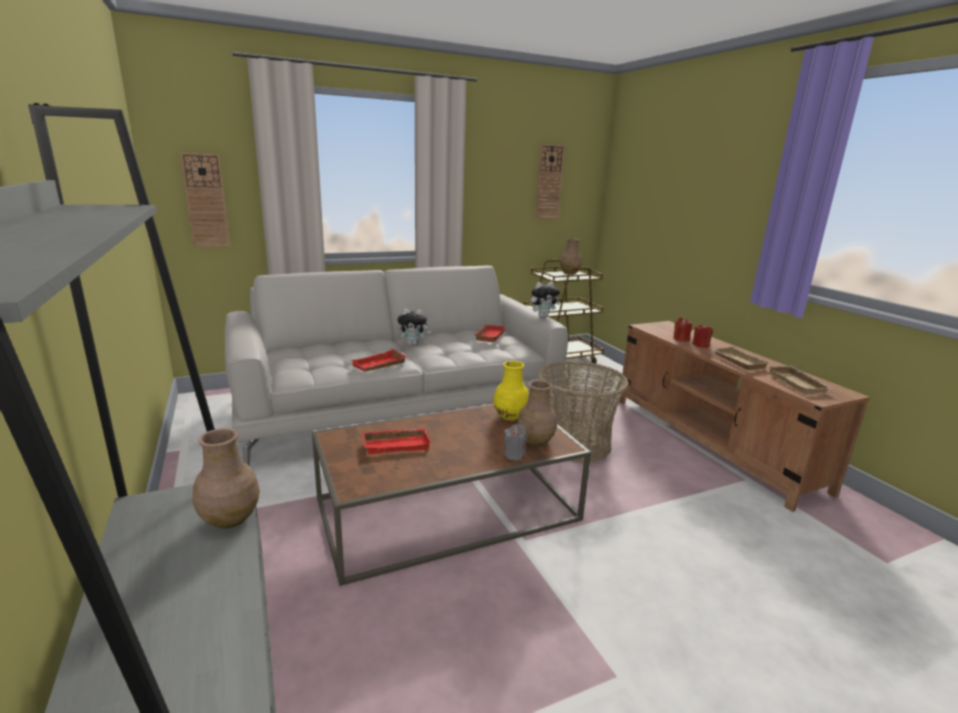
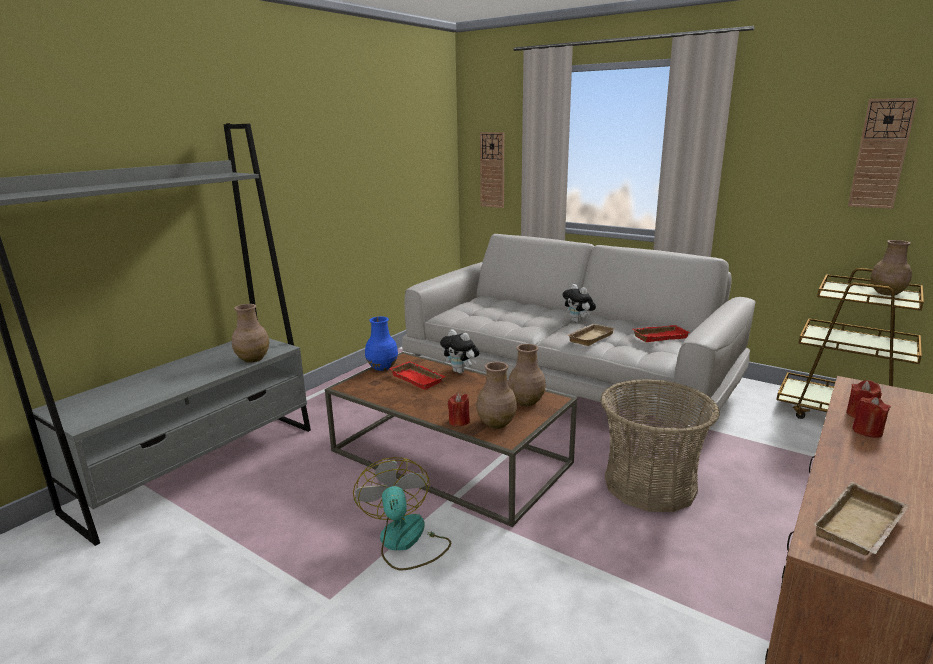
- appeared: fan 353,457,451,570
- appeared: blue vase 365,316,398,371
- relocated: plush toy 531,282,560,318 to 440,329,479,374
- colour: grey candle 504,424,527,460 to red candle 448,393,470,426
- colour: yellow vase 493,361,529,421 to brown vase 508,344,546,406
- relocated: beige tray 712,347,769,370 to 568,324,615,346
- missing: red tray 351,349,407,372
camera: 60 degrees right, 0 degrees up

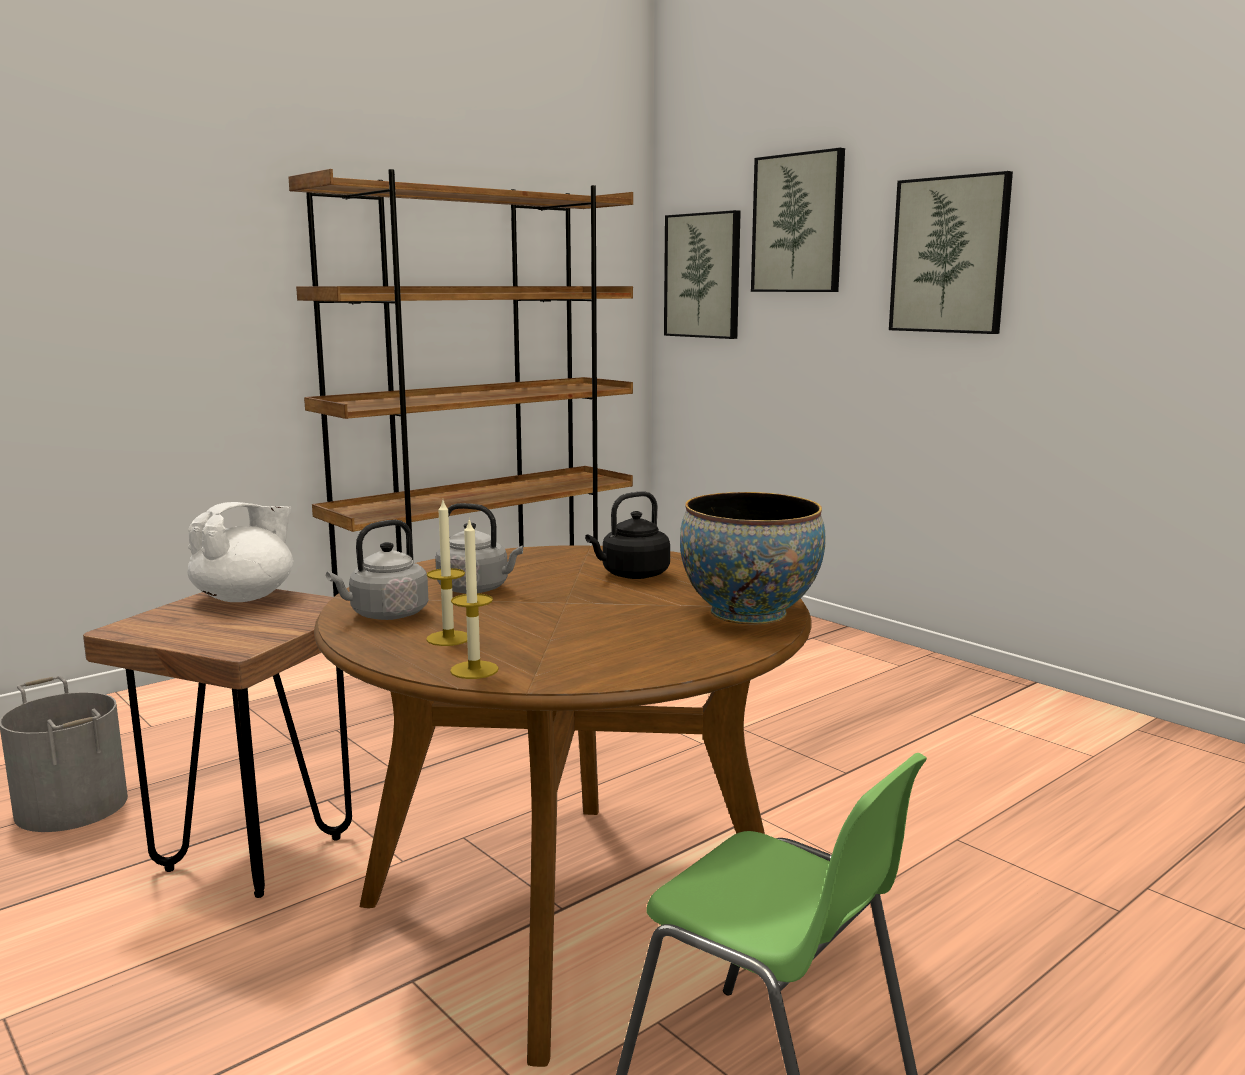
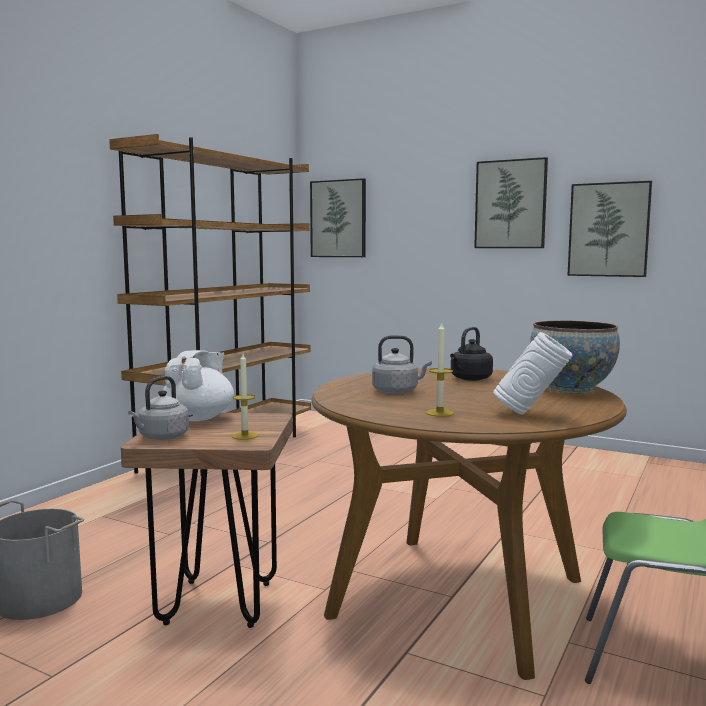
- relocated: grey kettle 326,520,428,620 to 128,376,189,440
- relocated: candle 450,520,499,679 to 232,354,258,440
- appeared: white vase 493,332,572,415
- relocated: picture 751,148,845,292 to 567,181,652,277
camera: 20 degrees left, 5 degrees down

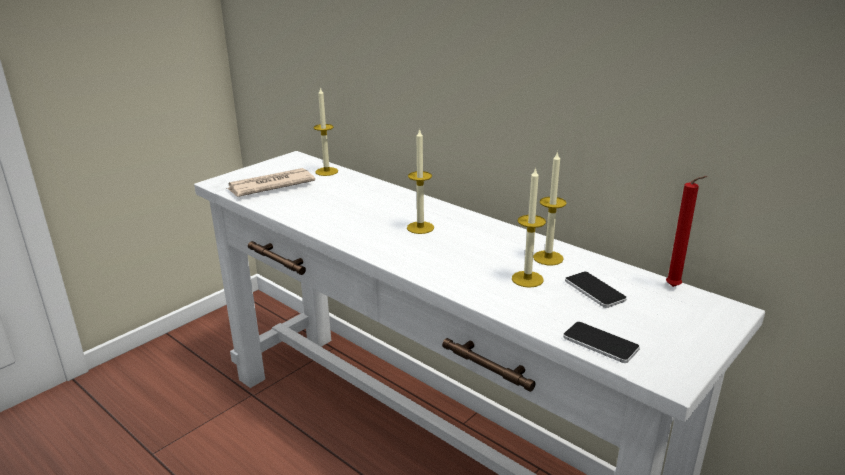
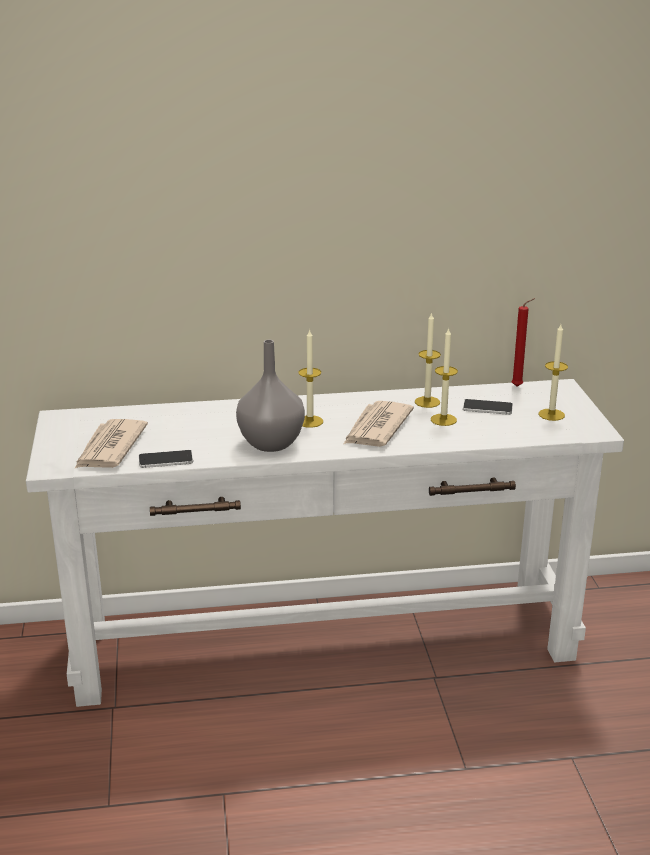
- relocated: phone 563,322,640,363 to 139,450,193,468
- appeared: grey vase 236,340,305,452
- appeared: newspaper 344,401,414,447
- relocated: candle 314,87,338,176 to 538,324,568,421
camera: 50 degrees left, 0 degrees up

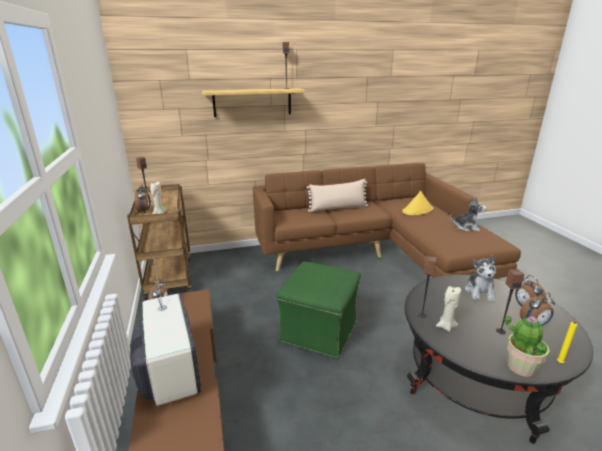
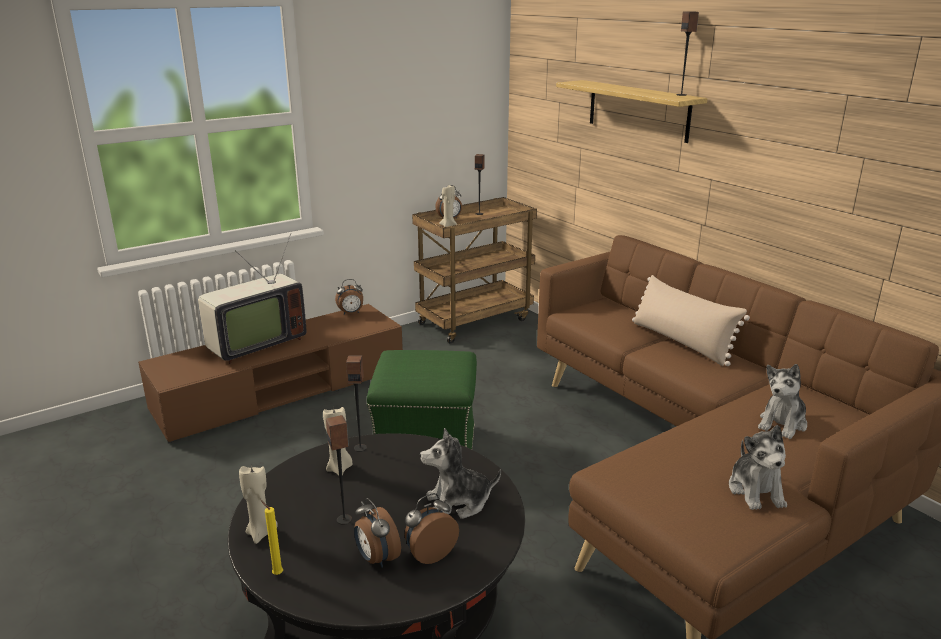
- exchanged: potted plant 504,315,549,377 to beige candle 239,466,278,544
- exchanged: yellow hat 402,191,433,215 to plush toy 758,364,807,439
camera: 70 degrees right, 0 degrees up

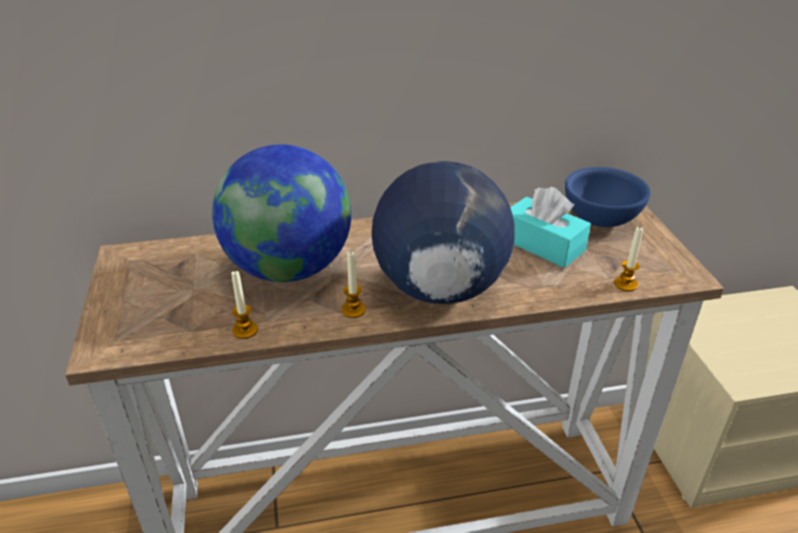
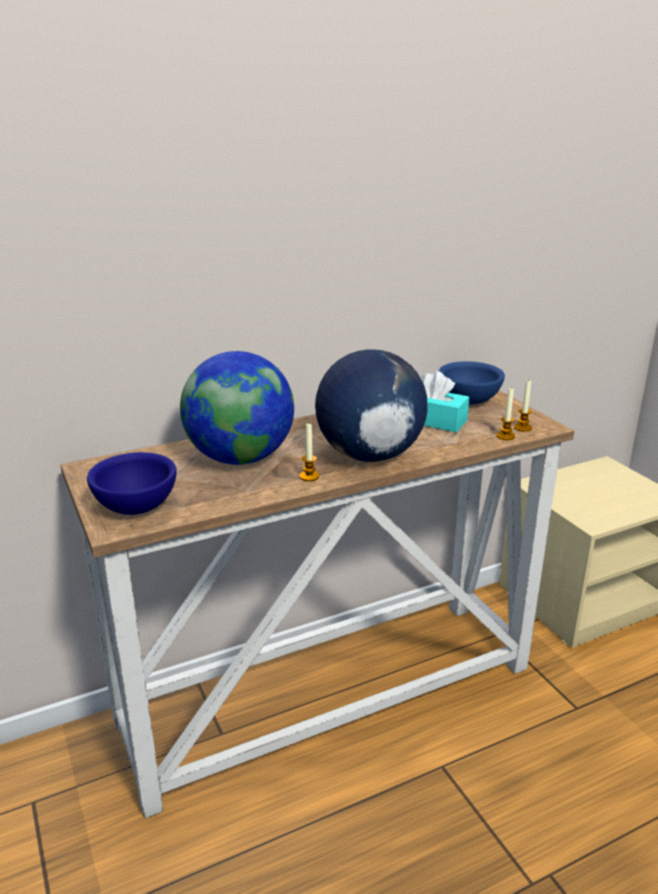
- appeared: blue bowl 87,452,177,515
- relocated: candle 231,270,258,339 to 514,380,532,432
camera: 15 degrees left, 10 degrees down

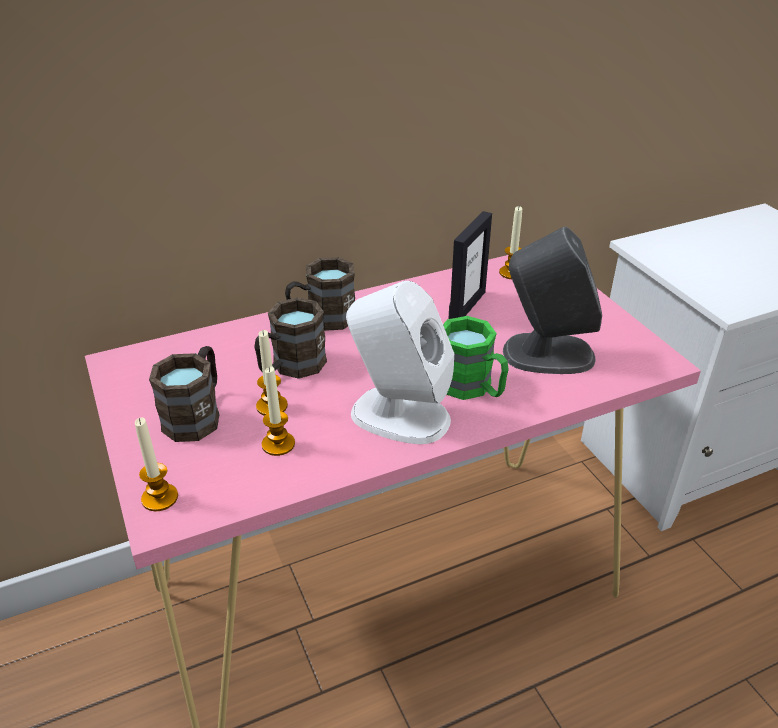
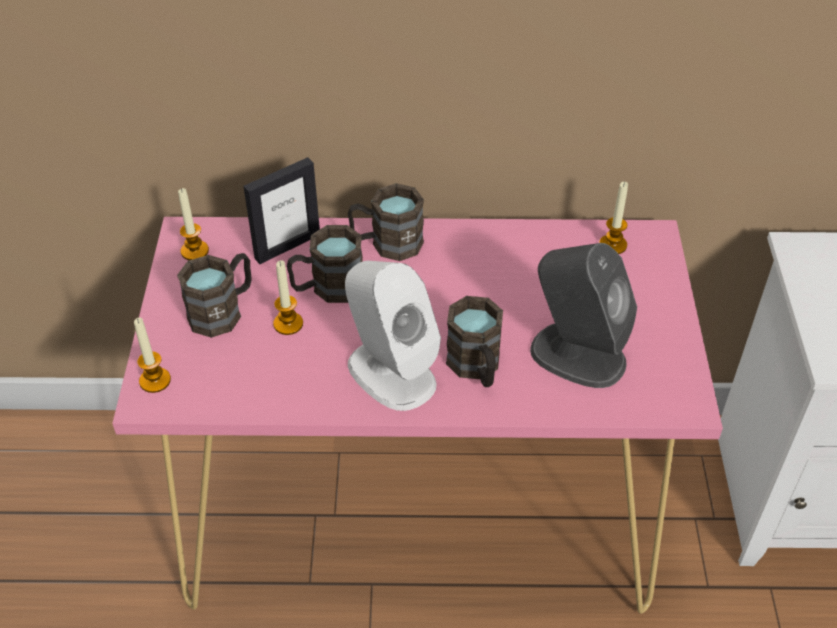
- relocated: candle 262,367,295,456 to 178,188,209,260
- relocated: picture frame 449,211,492,319 to 243,157,320,264
- colour: green mug 443,316,509,400 to brown mug 446,296,503,387
camera: 25 degrees right, 10 degrees up

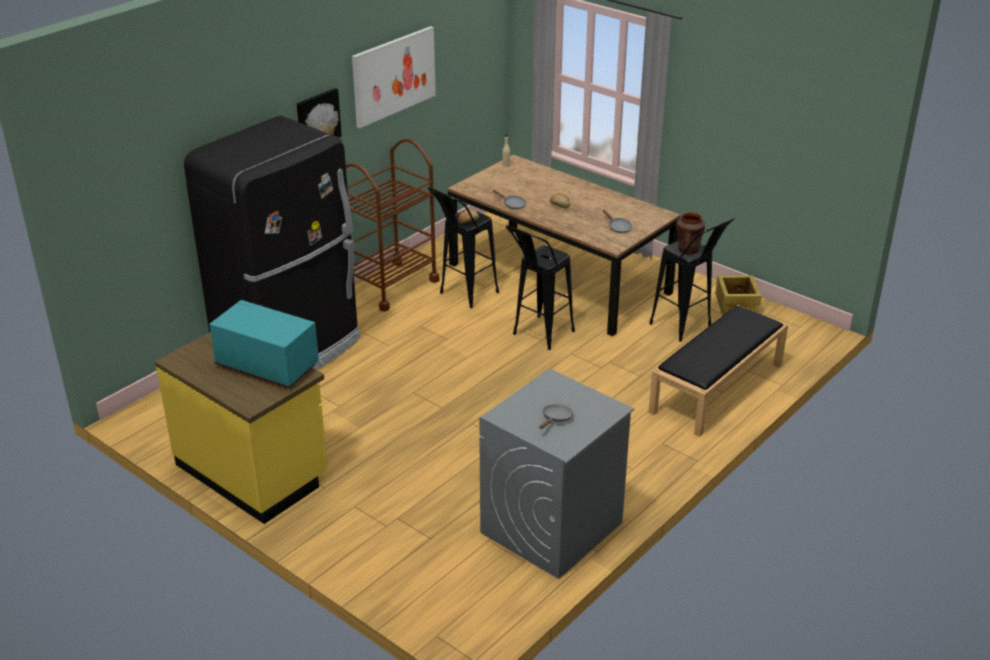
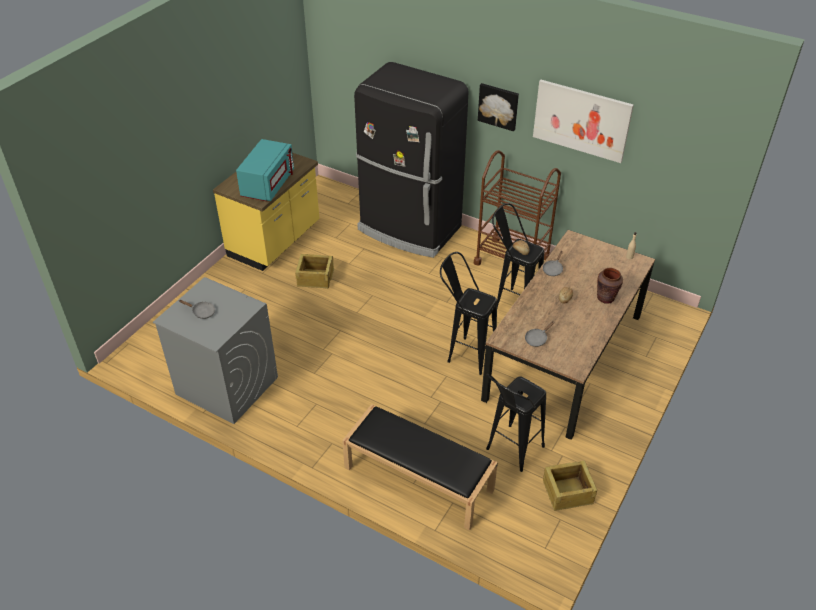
- appeared: crate 295,254,334,289
- relocated: brown vase 677,213,705,254 to 597,268,623,304
camera: 80 degrees right, 10 degrees up

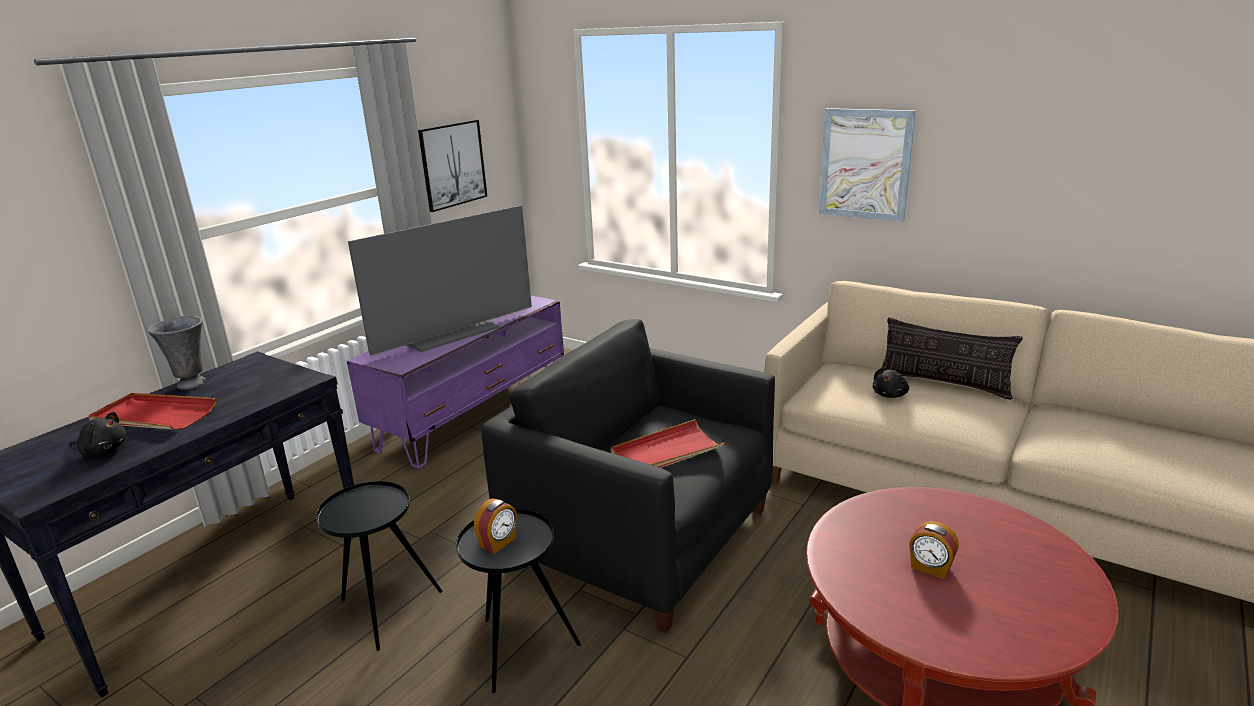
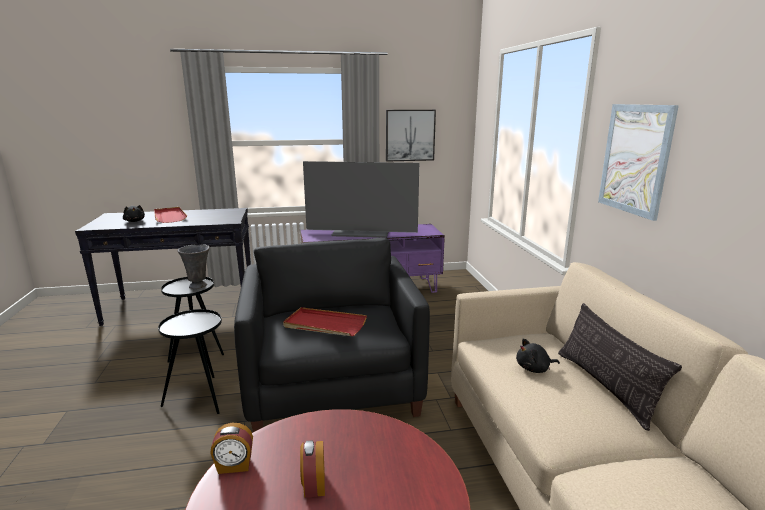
- relocated: grey vase 148,315,206,390 to 178,244,210,289
- relocated: alarm clock 474,499,517,554 to 210,423,253,474
camera: 45 degrees right, 5 degrees down

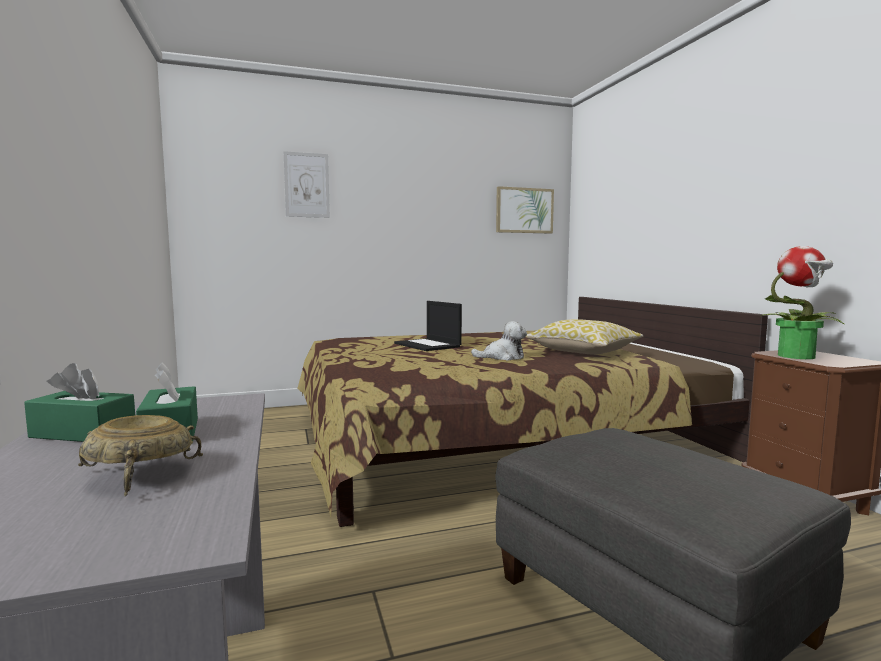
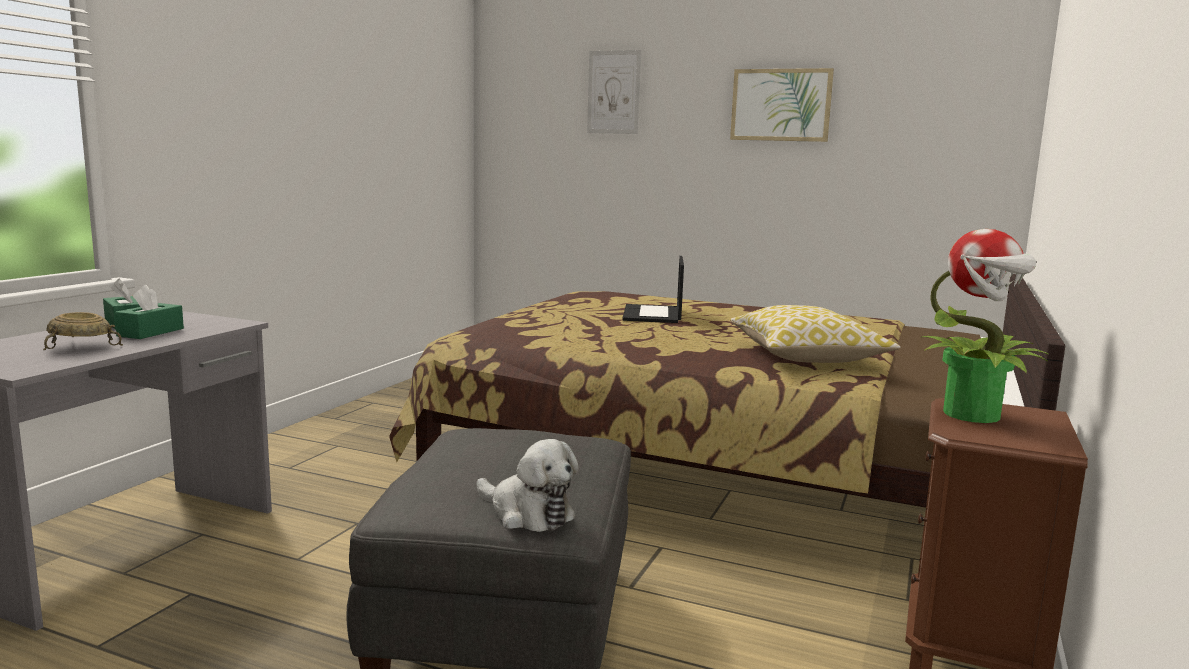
- relocated: plush toy 471,321,527,361 to 476,439,579,532
- relocated: picture 496,186,554,234 to 730,68,834,142
camera: 40 degrees right, 5 degrees up

